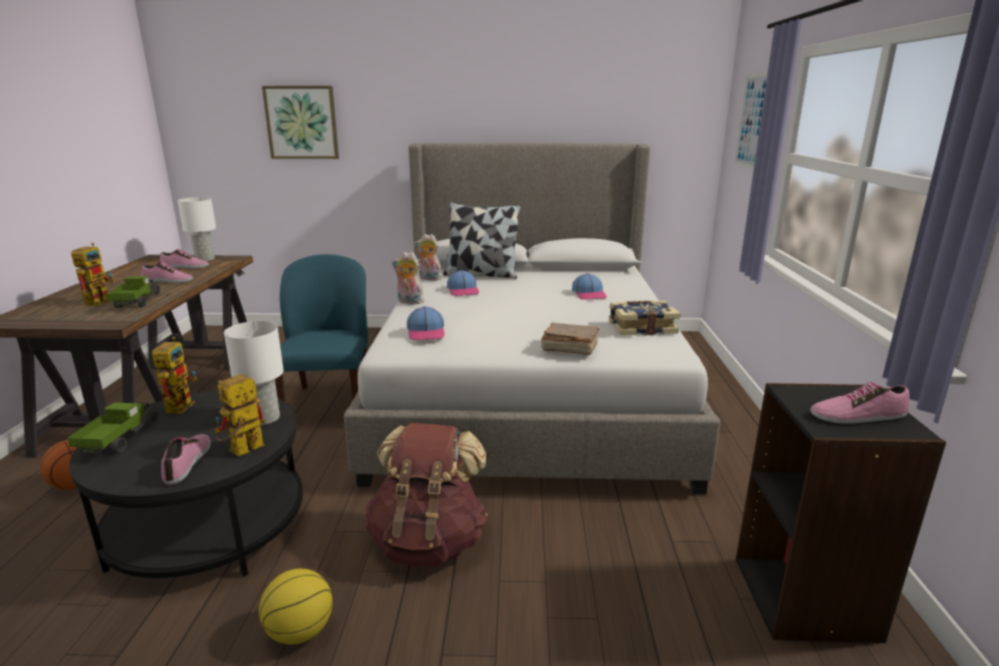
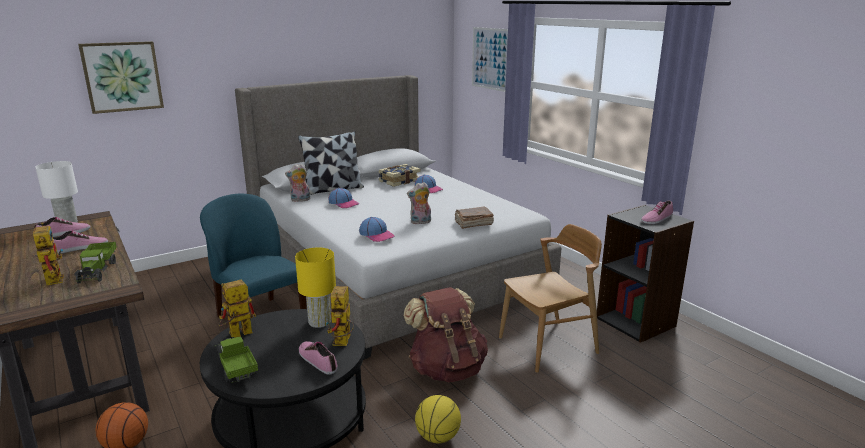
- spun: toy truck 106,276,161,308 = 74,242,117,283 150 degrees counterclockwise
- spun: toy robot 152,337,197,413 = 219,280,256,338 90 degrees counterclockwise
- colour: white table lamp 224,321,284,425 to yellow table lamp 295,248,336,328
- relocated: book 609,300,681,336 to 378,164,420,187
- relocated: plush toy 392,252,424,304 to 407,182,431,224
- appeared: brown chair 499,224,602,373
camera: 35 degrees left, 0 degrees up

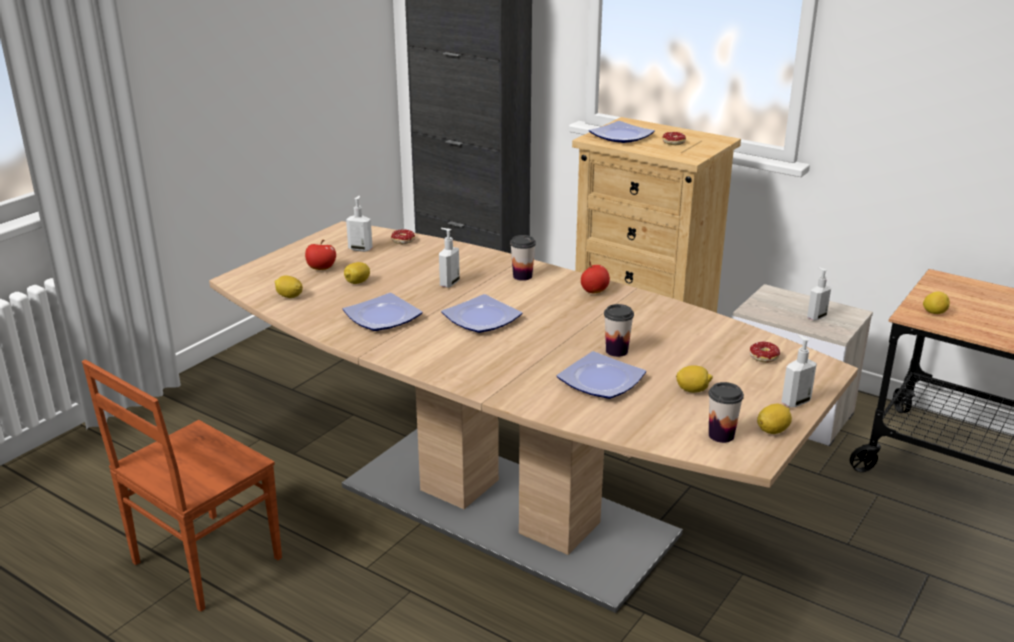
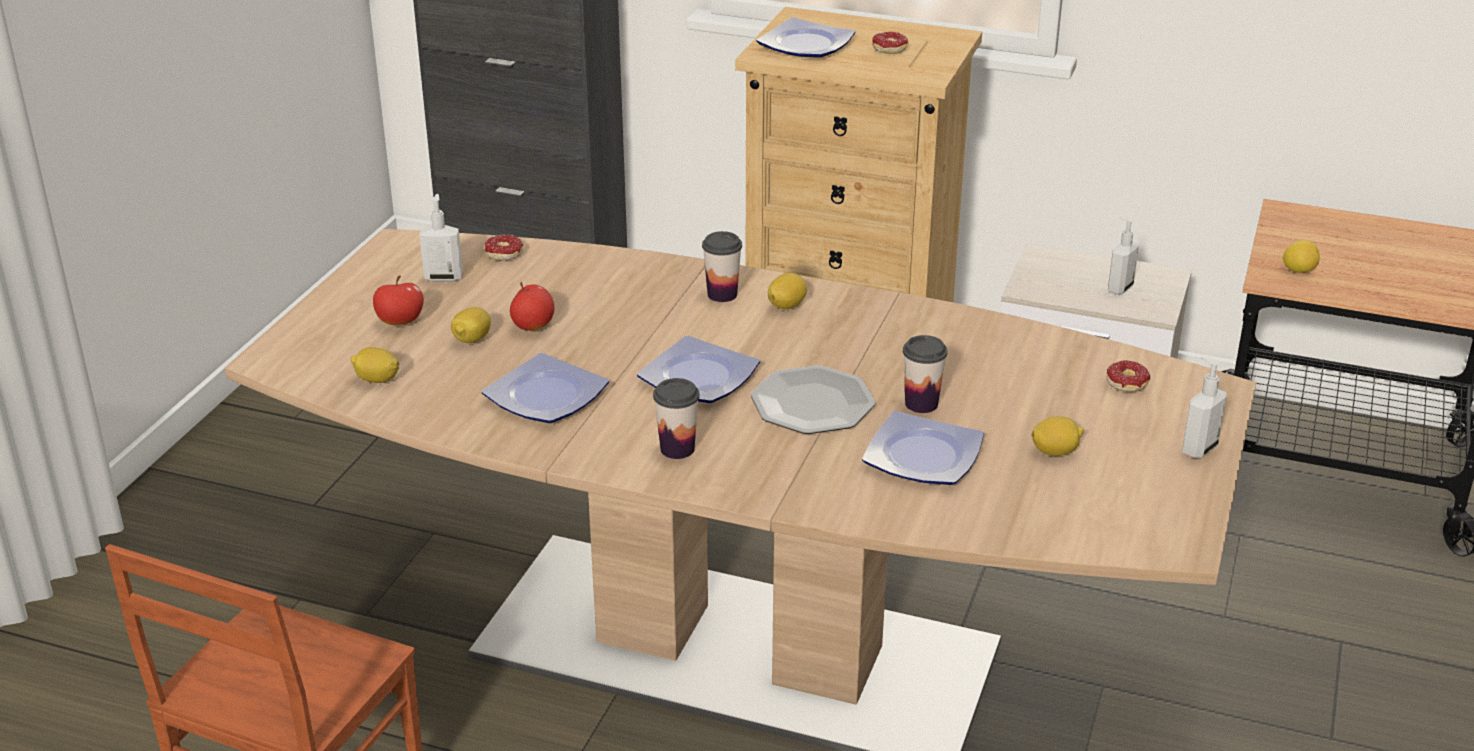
- relocated: apple 581,261,610,293 to 510,282,555,331
- relocated: cup 708,382,744,443 to 653,378,700,459
- appeared: plate 751,365,875,434
- relocated: lemon 757,404,792,434 to 768,273,807,309
- missing: soap dispenser 439,228,460,288
camera: 15 degrees left, 5 degrees up

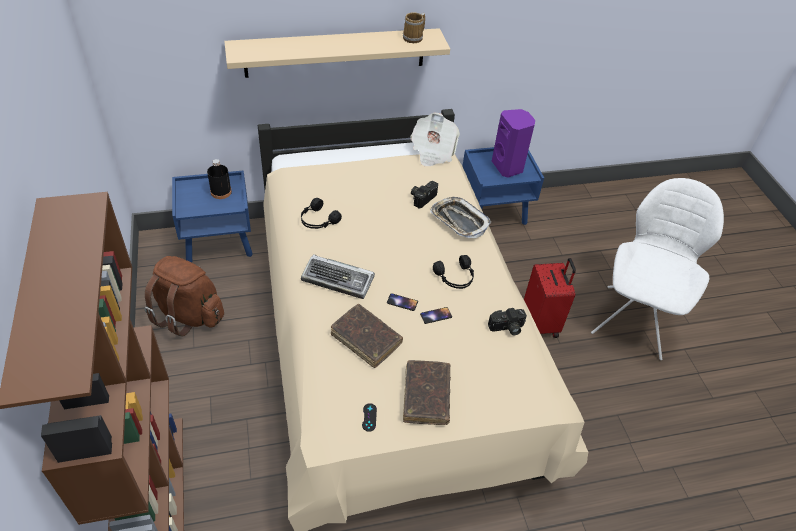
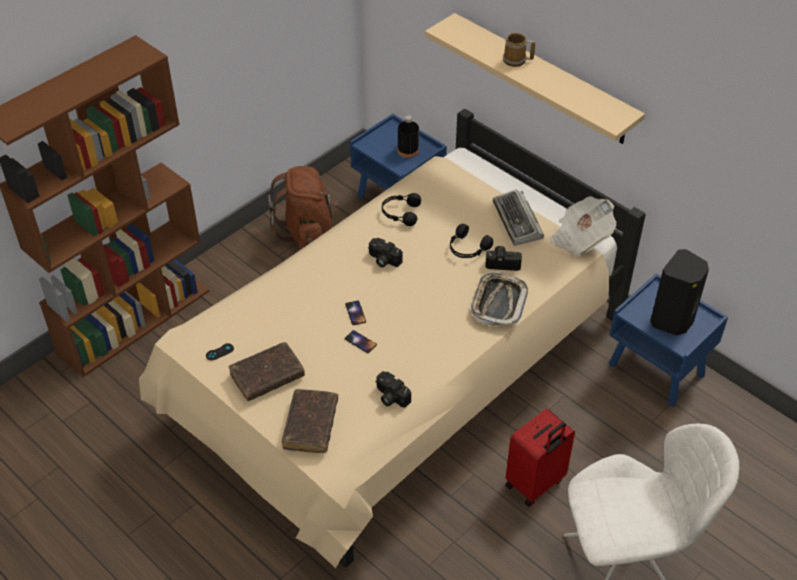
- relocated: brown book 331,304,403,368 to 282,389,338,453
- appeared: photo camera 368,238,403,267
- relocated: black headphones 433,255,474,289 to 450,224,493,258
- relocated: keyboard 301,254,375,299 to 493,190,544,246
- relocated: mug 403,12,425,43 to 503,33,535,67
- colour: purple speaker 492,109,535,178 to black speaker 650,249,709,336
camera: 60 degrees right, 0 degrees up

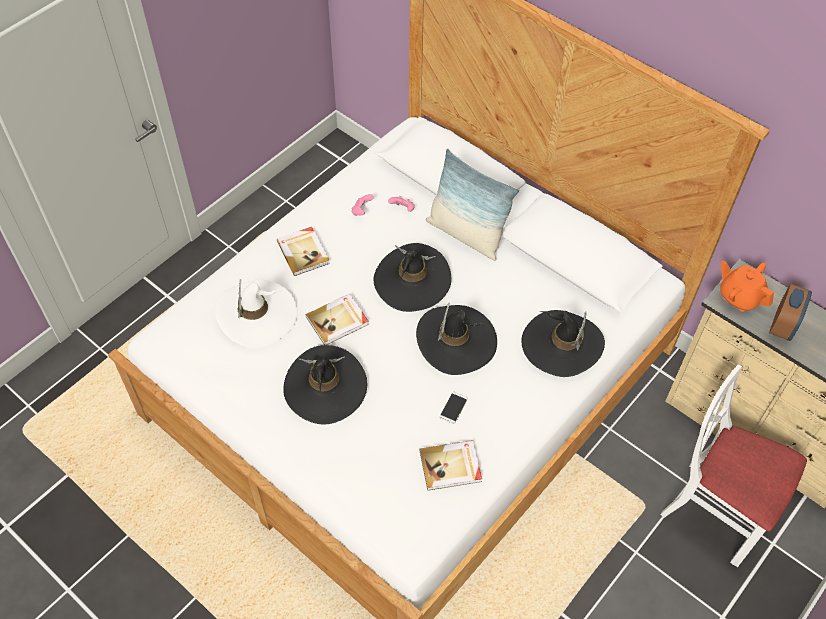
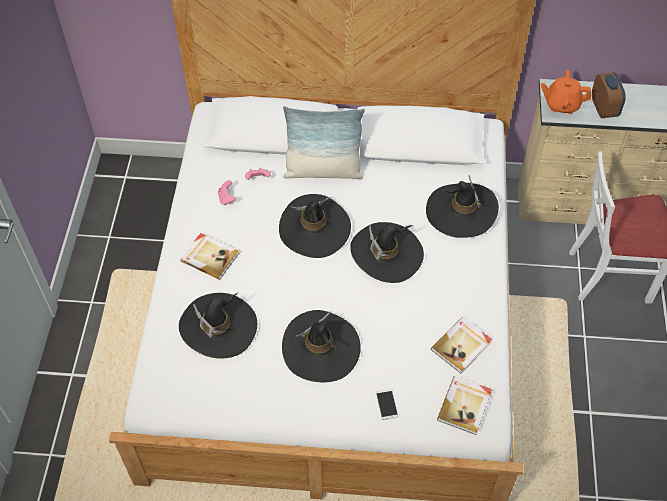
- colour: white hat 215,279,298,348 to black hat 179,293,257,359
- relocated: phone 440,392,468,424 to 376,389,398,420
- relocated: book 306,294,369,345 to 437,376,492,435
camera: 35 degrees left, 0 degrees up

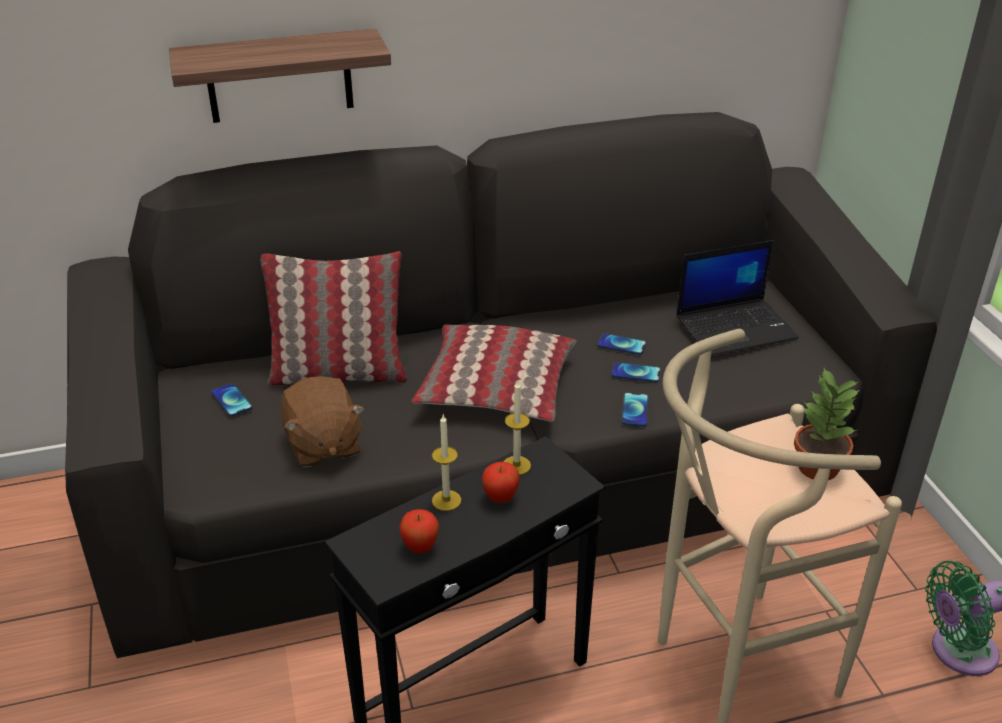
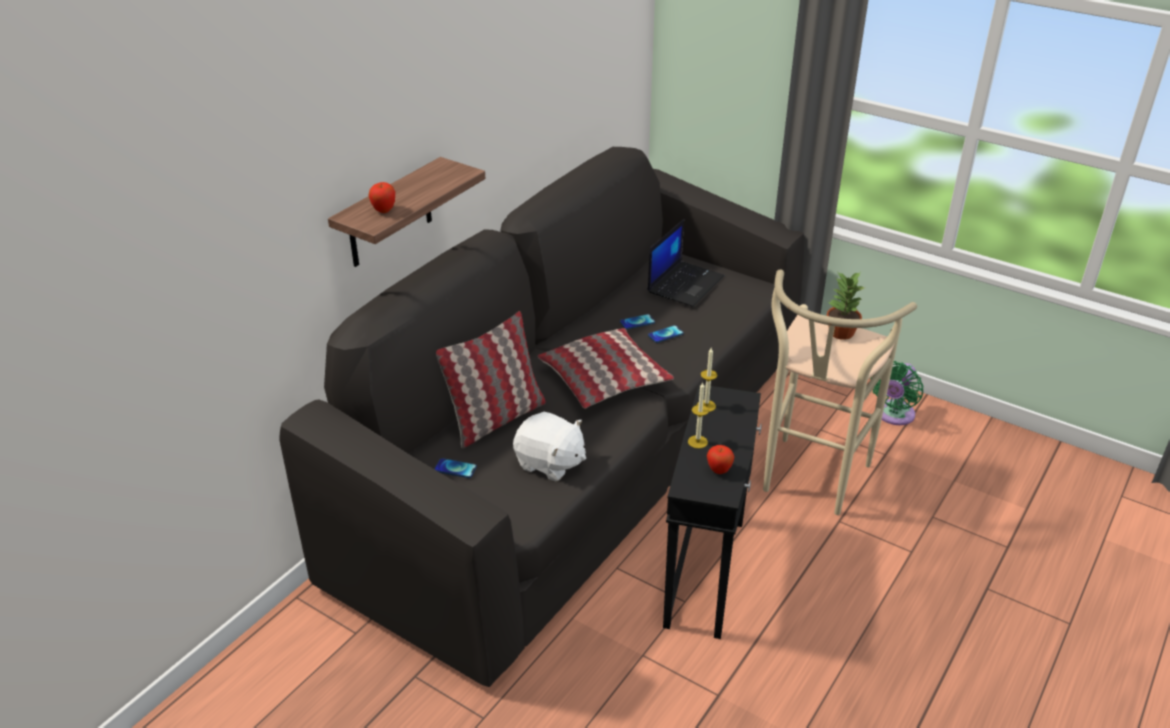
- relocated: apple 481,462,520,503 to 368,182,395,213
- colour: brown plush toy 280,376,365,468 to white plush toy 513,412,586,482
- missing: phone 622,392,648,427
camera: 40 degrees left, 0 degrees up

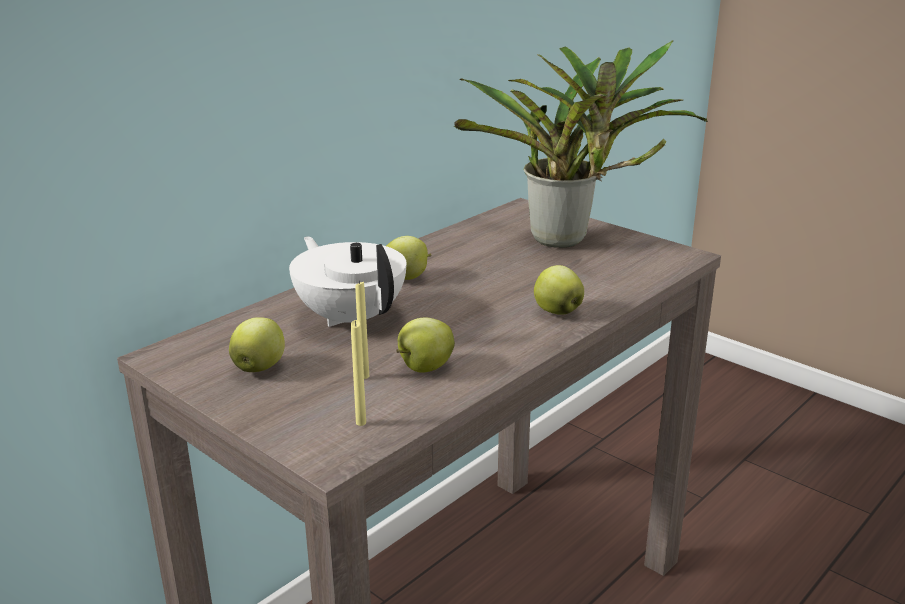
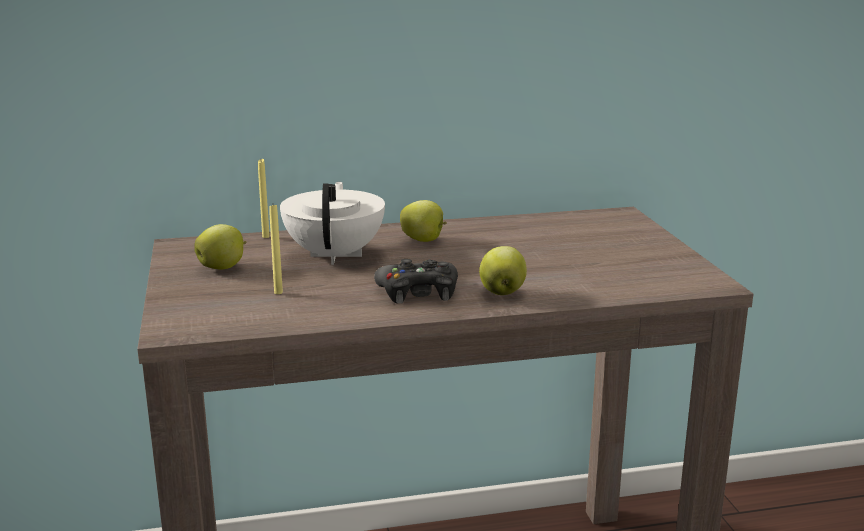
- relocated: yellow candle 351,320,366,426 to 258,159,270,238
- appeared: black game controller 374,259,458,304
- missing: apple 396,318,455,373
- missing: potted plant 453,40,708,248
camera: 35 degrees right, 5 degrees down

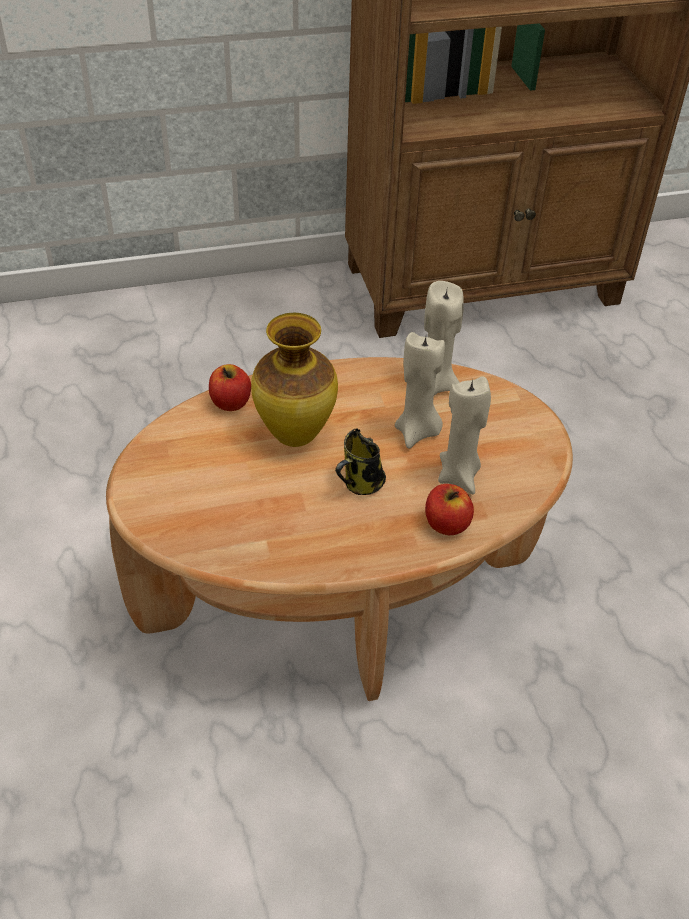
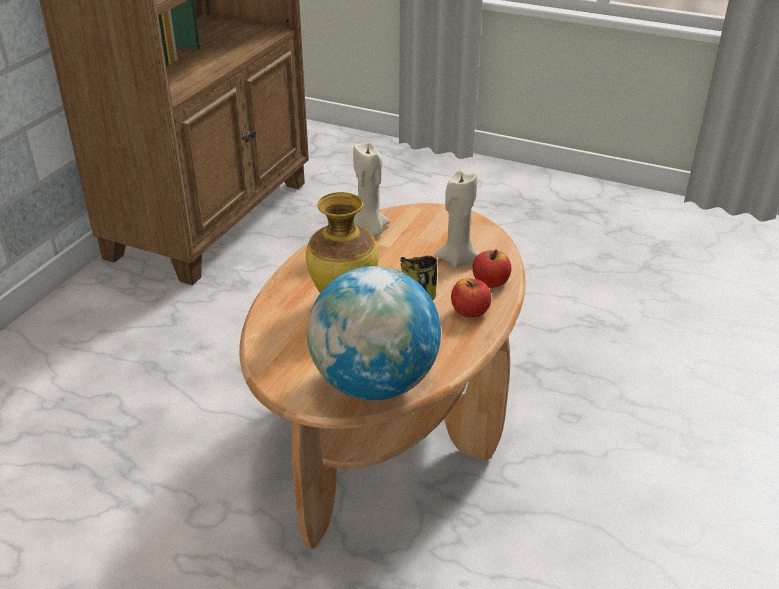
- appeared: globe 307,266,441,400
- relocated: apple 209,364,251,411 to 451,278,491,318
- missing: beige candle 395,332,445,449
camera: 50 degrees left, 10 degrees down

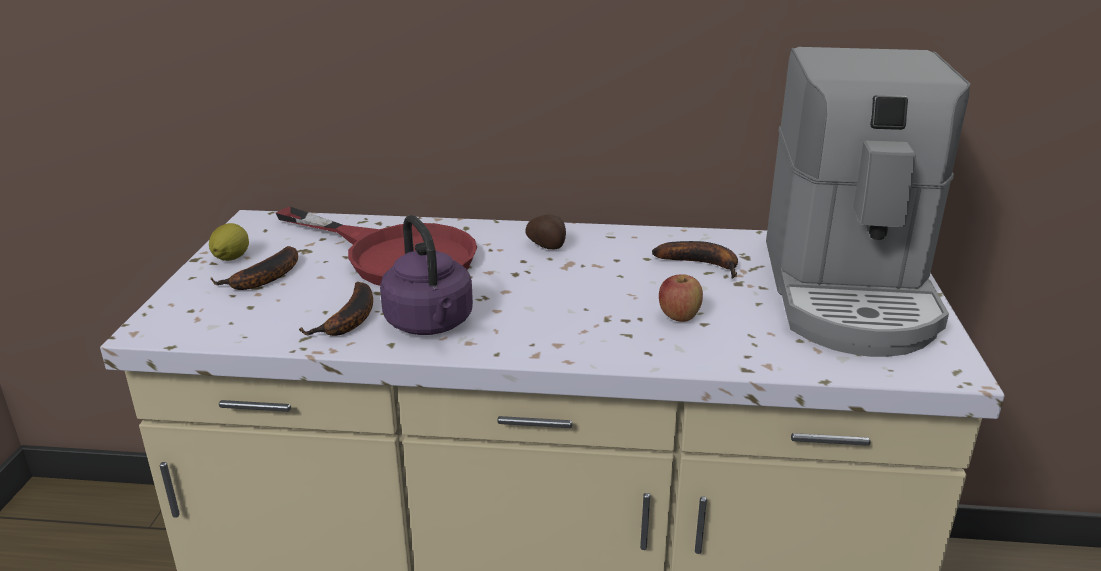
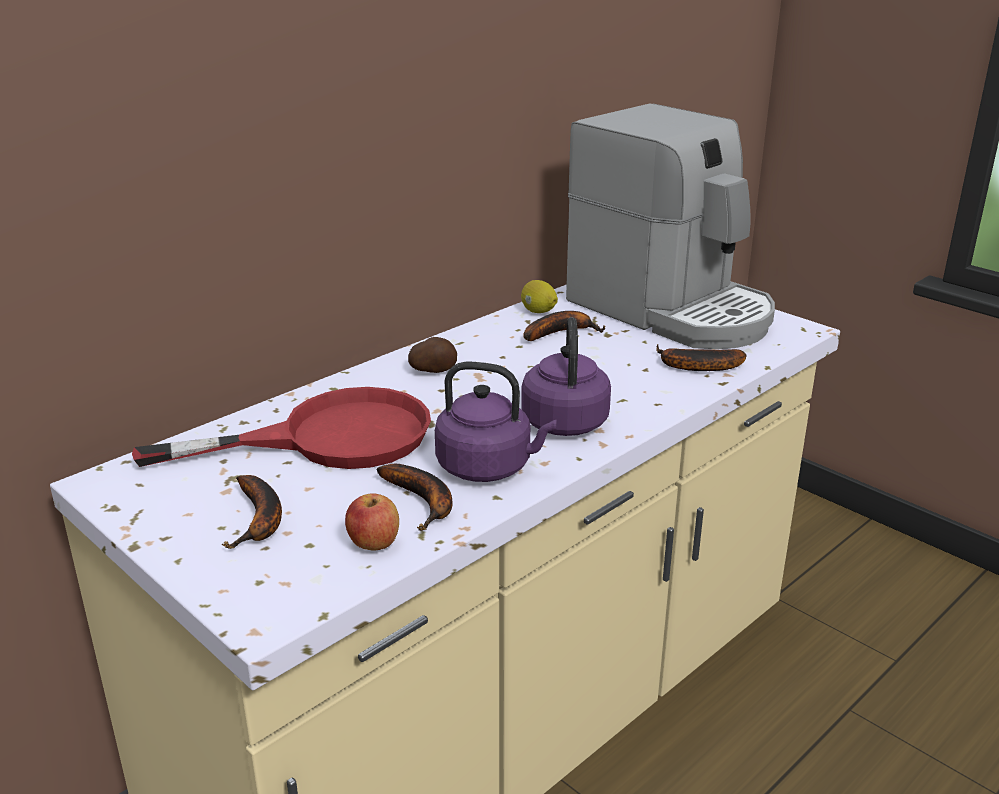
- relocated: apple 659,274,703,322 to 345,493,399,551
- relocated: lemon 209,223,249,261 to 521,280,558,313
- appeared: purple kettle 521,317,611,436
- appeared: banana 656,344,746,371
camera: 50 degrees left, 0 degrees up

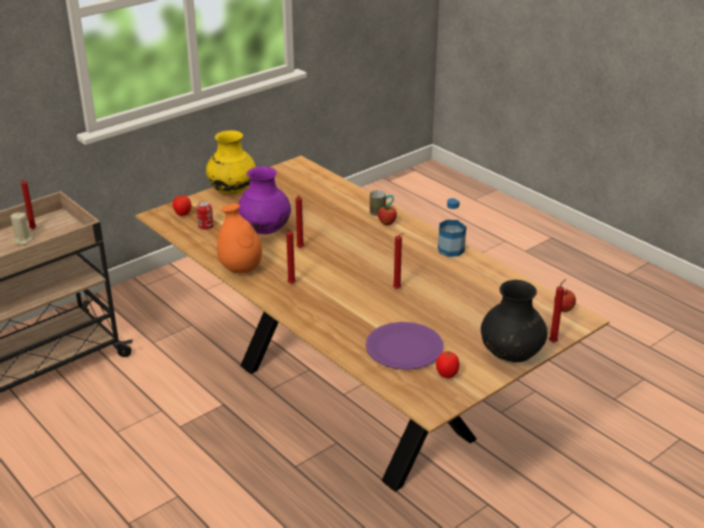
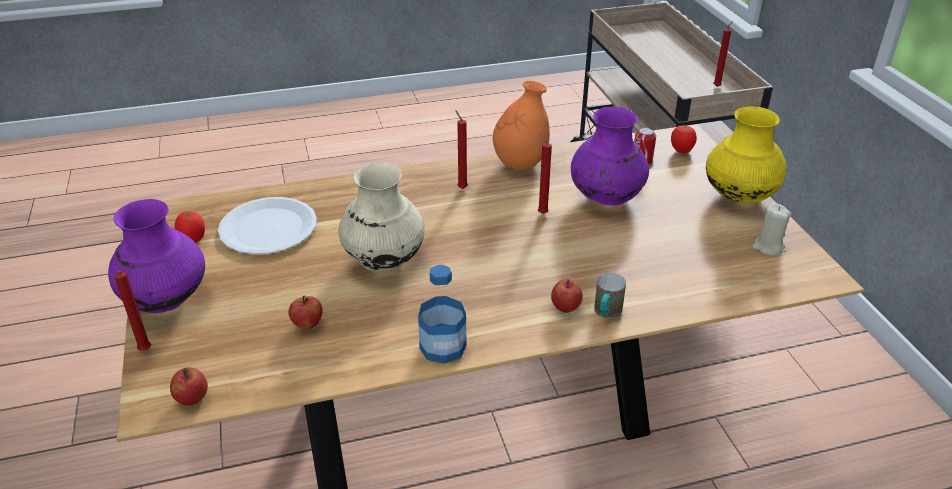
- colour: black vase 481,280,547,363 to purple vase 108,199,205,313
- colour: purple plate 366,322,444,370 to white plate 218,197,317,254
- appeared: apple 288,296,322,330
- exchanged: red candle 393,233,405,289 to beige vase 338,163,425,271
- relocated: beige candle 11,212,33,245 to 752,203,791,256
camera: 115 degrees right, 5 degrees up

